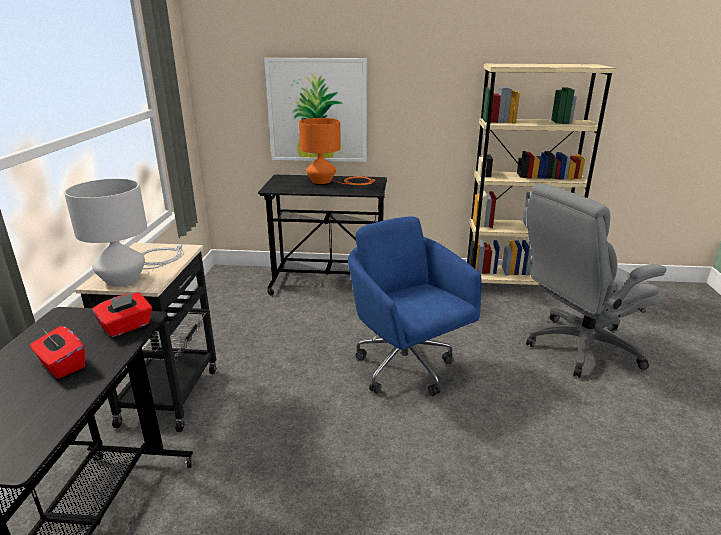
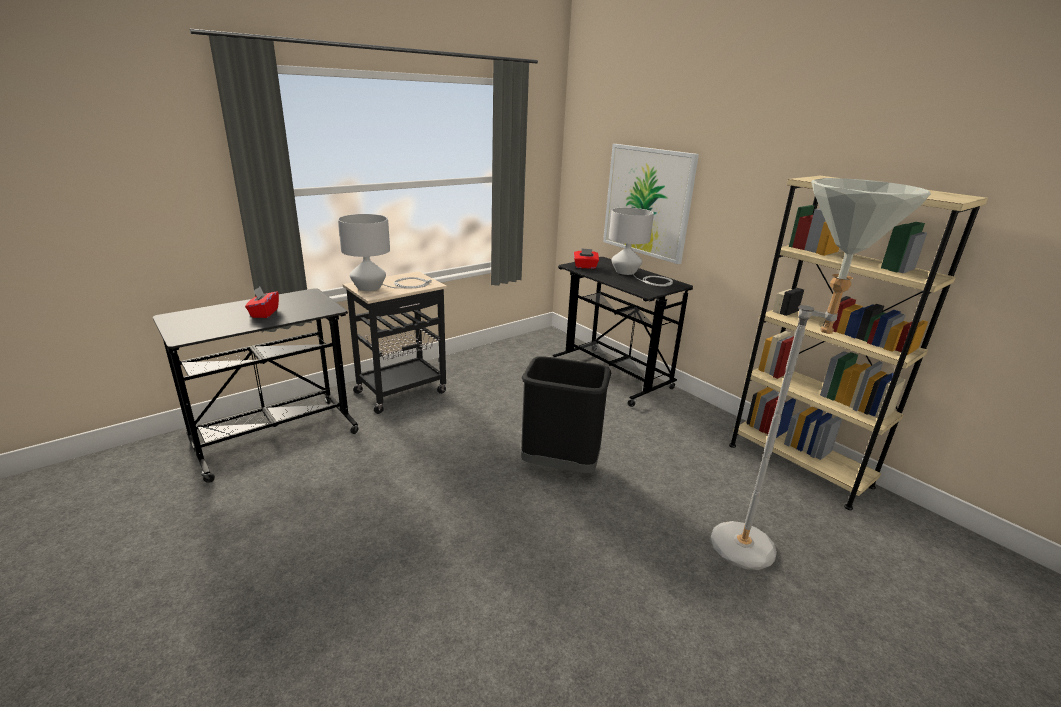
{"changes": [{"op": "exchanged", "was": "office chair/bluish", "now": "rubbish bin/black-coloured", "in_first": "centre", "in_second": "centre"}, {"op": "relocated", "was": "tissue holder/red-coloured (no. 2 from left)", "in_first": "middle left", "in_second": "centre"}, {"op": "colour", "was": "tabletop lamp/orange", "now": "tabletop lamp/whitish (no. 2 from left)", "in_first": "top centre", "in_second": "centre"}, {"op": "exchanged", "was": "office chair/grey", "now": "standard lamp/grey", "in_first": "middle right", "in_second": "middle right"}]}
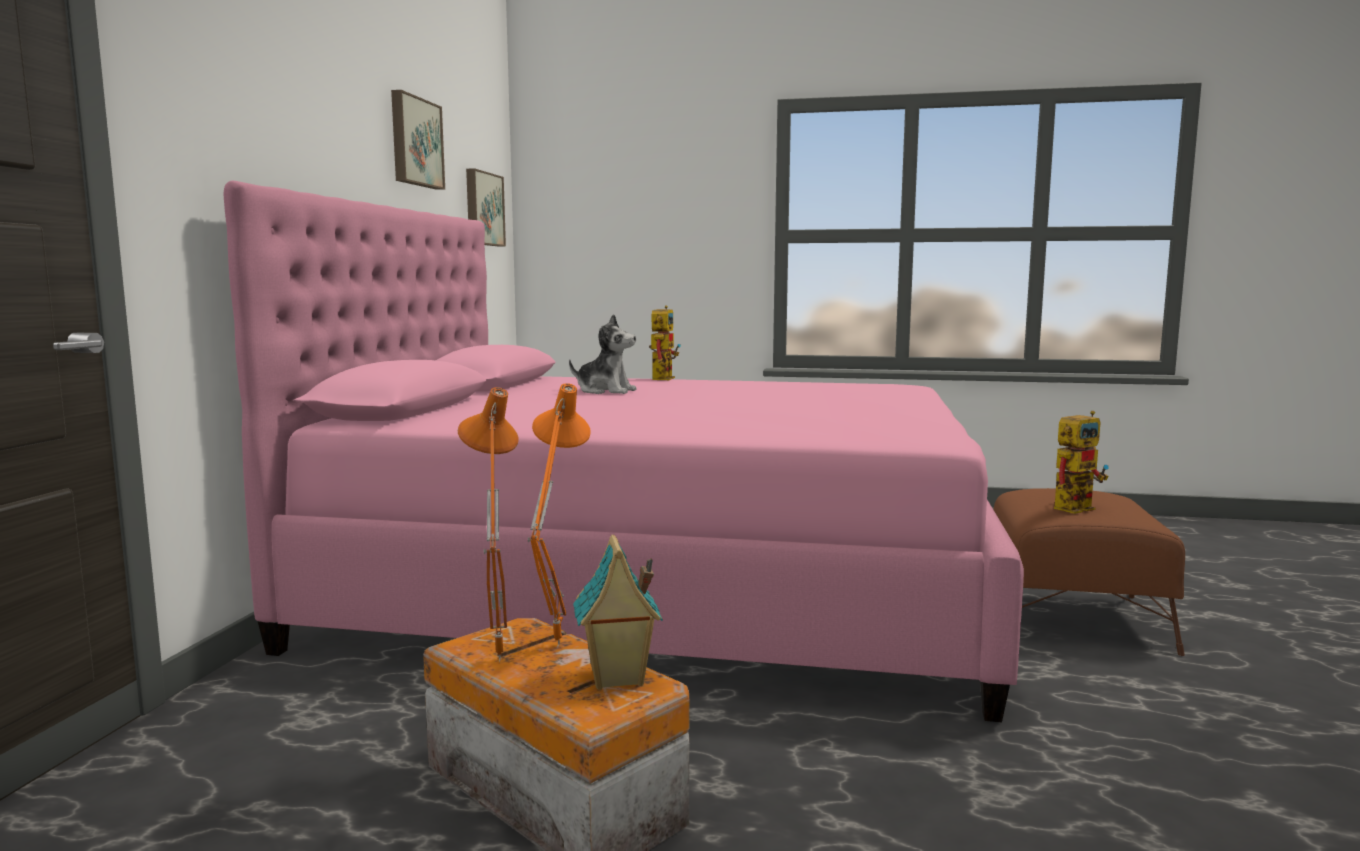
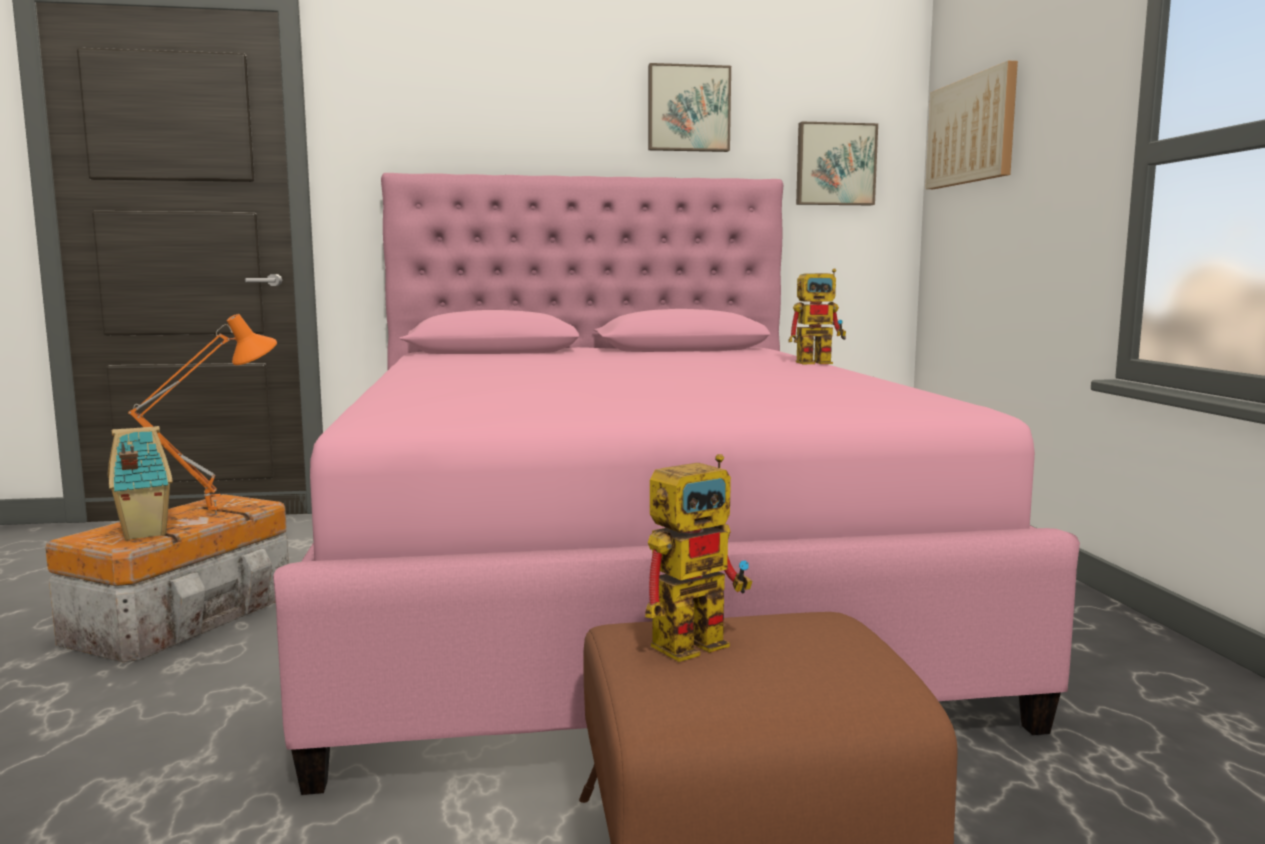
{"changes": [{"op": "spun", "was": "robot figure (no. 2 from left in the first image)", "in_first": "middle right", "in_second": "centre", "clockwise": -75}, {"op": "appeared", "now": "wall picture (no. 3 from left)", "in_second": "top right"}, {"op": "missing", "was": "tabletop lamp/orange (no. 1 from left)", "in_first": "centre"}, {"op": "missing", "was": "soft toy", "in_first": "centre"}]}
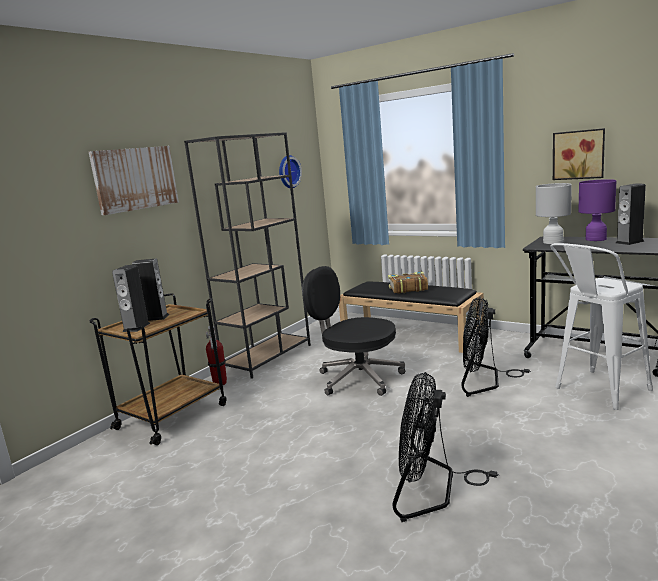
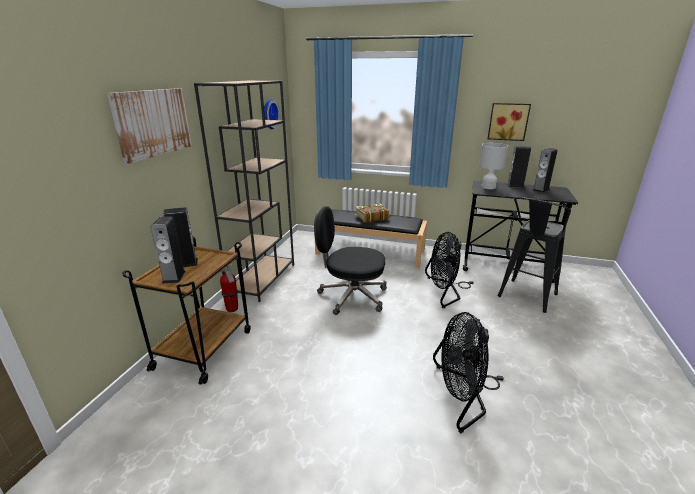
{"changes": [{"op": "colour", "was": "stool/whitish", "now": "stool/black-coloured", "in_first": "middle right", "in_second": "middle right"}, {"op": "exchanged", "was": "tabletop lamp/purple", "now": "speaker (no. 3 from left)", "in_first": "middle right", "in_second": "middle right"}]}
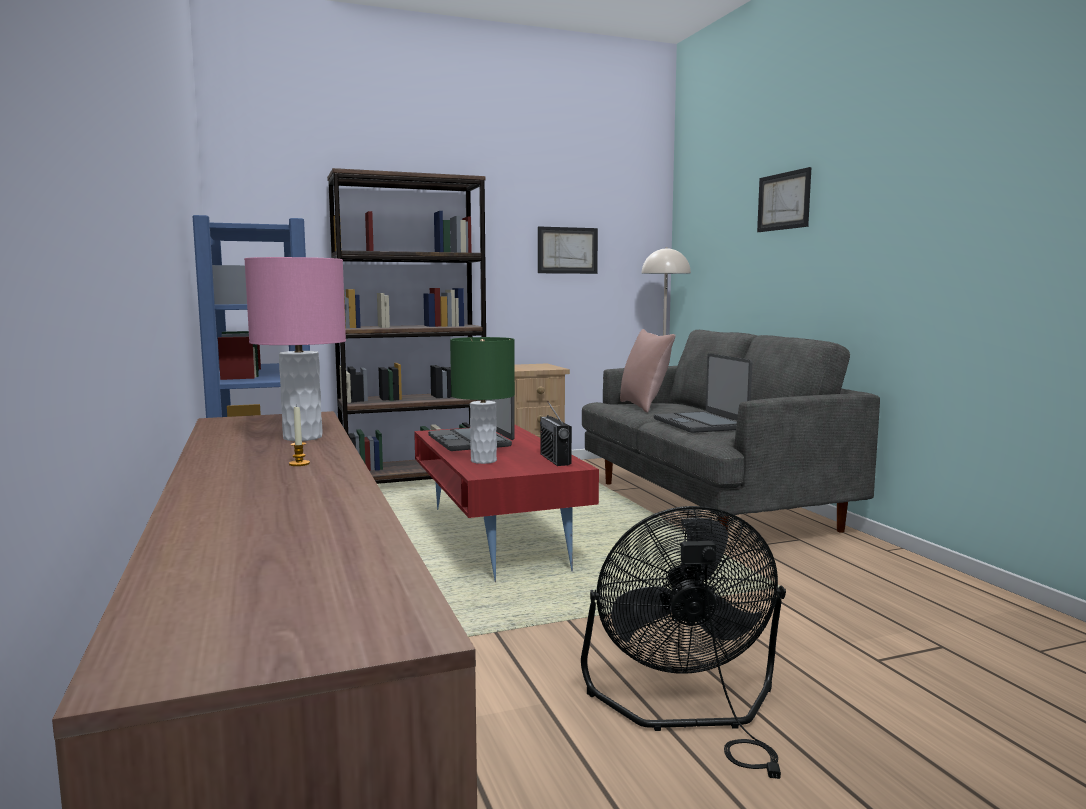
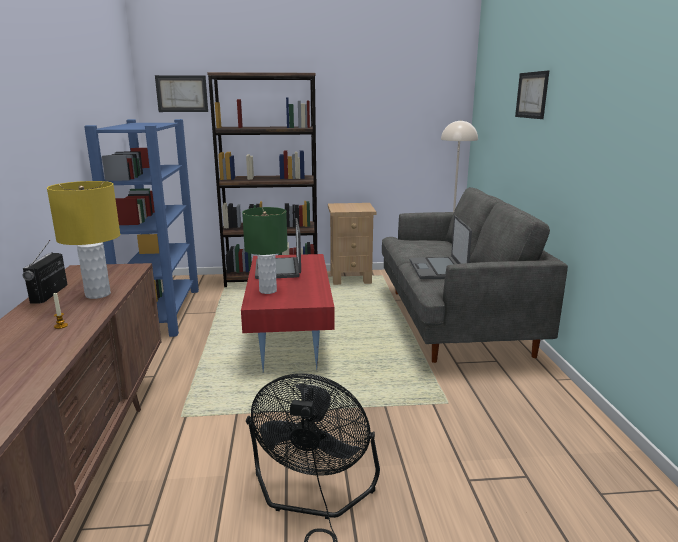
{"changes": [{"op": "relocated", "was": "radio set", "in_first": "centre", "in_second": "middle left"}, {"op": "colour", "was": "tabletop lamp/pink", "now": "tabletop lamp/yellow", "in_first": "middle left", "in_second": "middle left"}, {"op": "relocated", "was": "wall picture (no. 1 from left)", "in_first": "top centre", "in_second": "top left"}, {"op": "missing", "was": "pillow/pink", "in_first": "centre"}]}
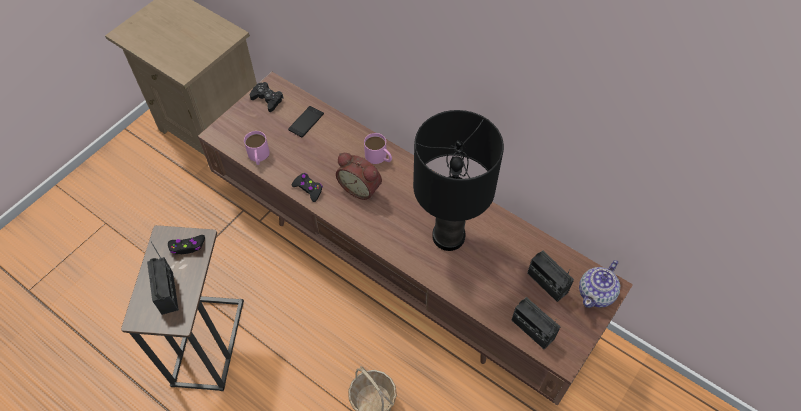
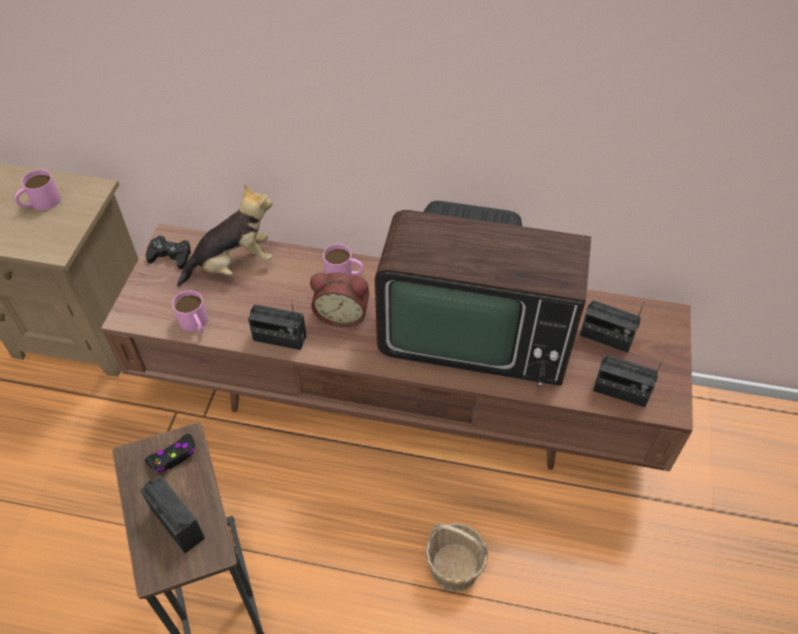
{"changes": [{"op": "appeared", "now": "mug/pink (no. 1 from left)", "in_second": "top left"}, {"op": "exchanged", "was": "telephone", "now": "soft toy", "in_first": "top centre", "in_second": "middle left"}, {"op": "exchanged", "was": "joypad/black-coloured (no. 3 from left)", "now": "radio set (no. 2 from left)", "in_first": "centre", "in_second": "centre"}, {"op": "exchanged", "was": "tabletop lamp/black-coloured", "now": "TV", "in_first": "centre", "in_second": "centre"}, {"op": "missing", "was": "teapot", "in_first": "bottom right"}]}
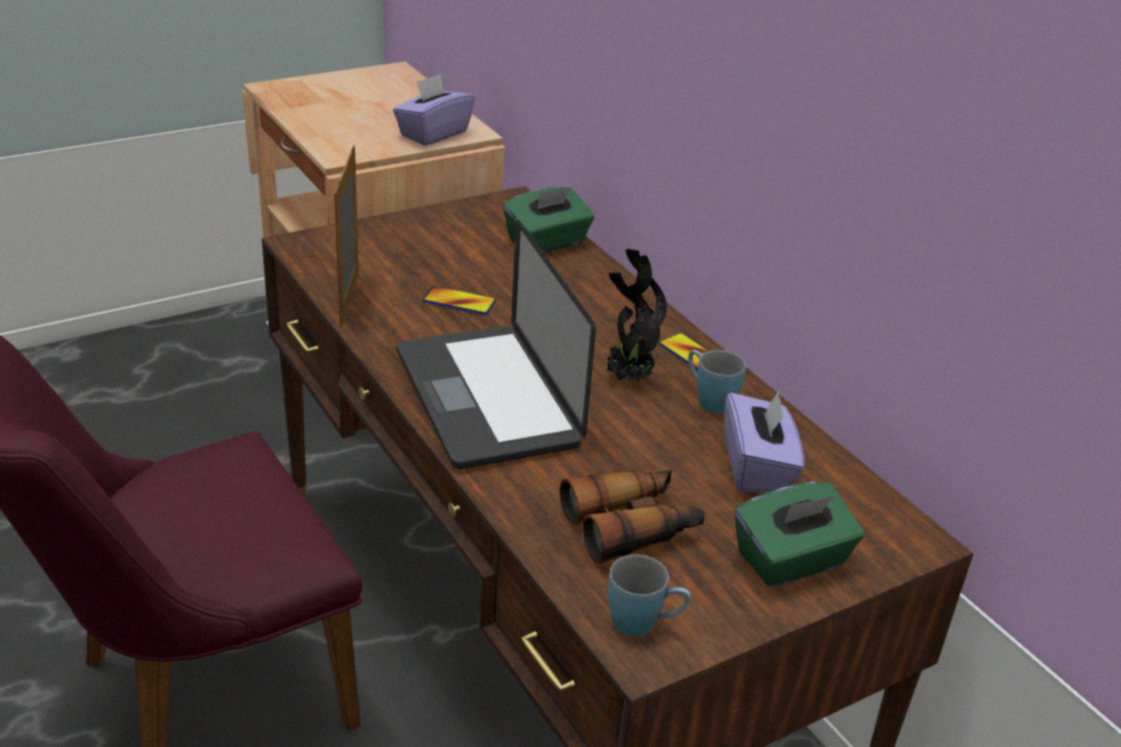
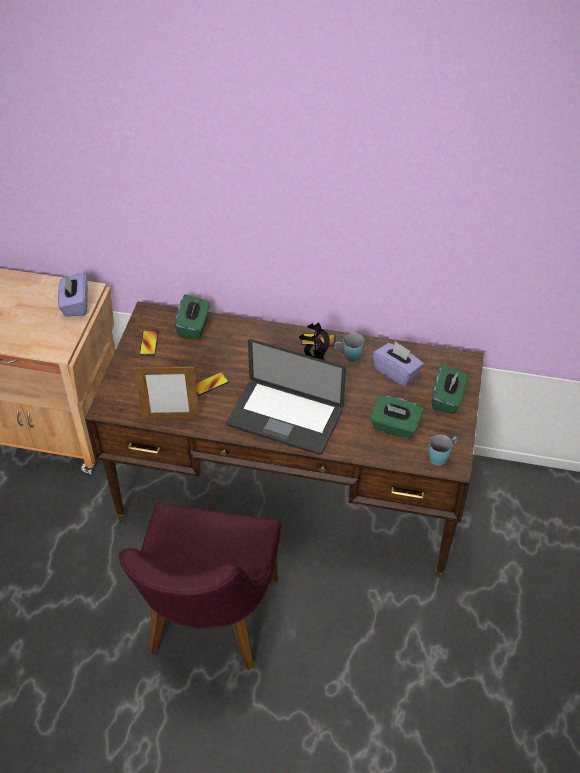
{"changes": [{"op": "spun", "was": "picture frame", "in_first": "top left", "in_second": "middle left", "clockwise": -45}, {"op": "appeared", "now": "telephone (no. 1 from left)", "in_second": "middle left"}, {"op": "exchanged", "was": "field glasses", "now": "tissue holder/green (no. 2 from left)", "in_first": "bottom centre", "in_second": "middle right"}]}
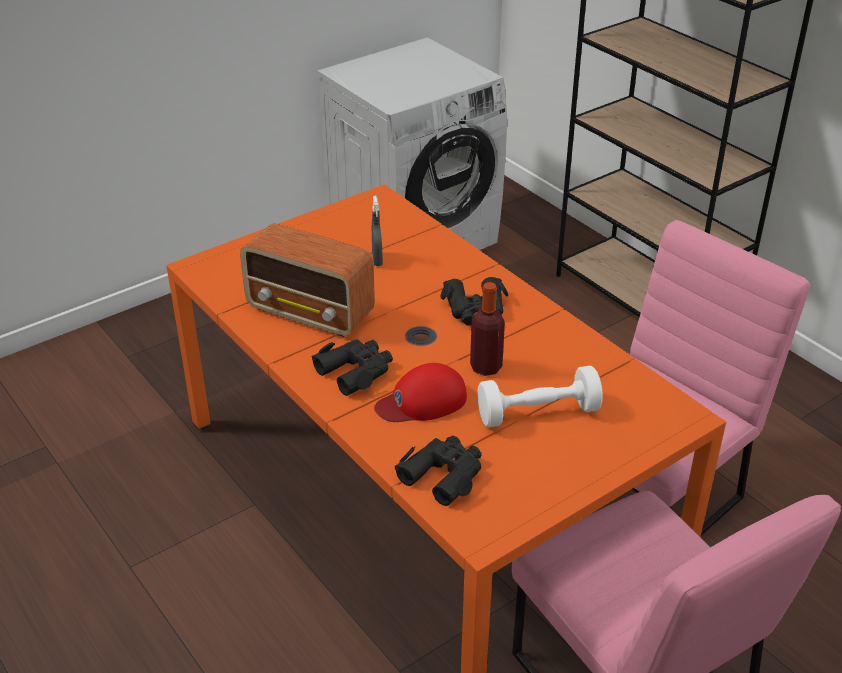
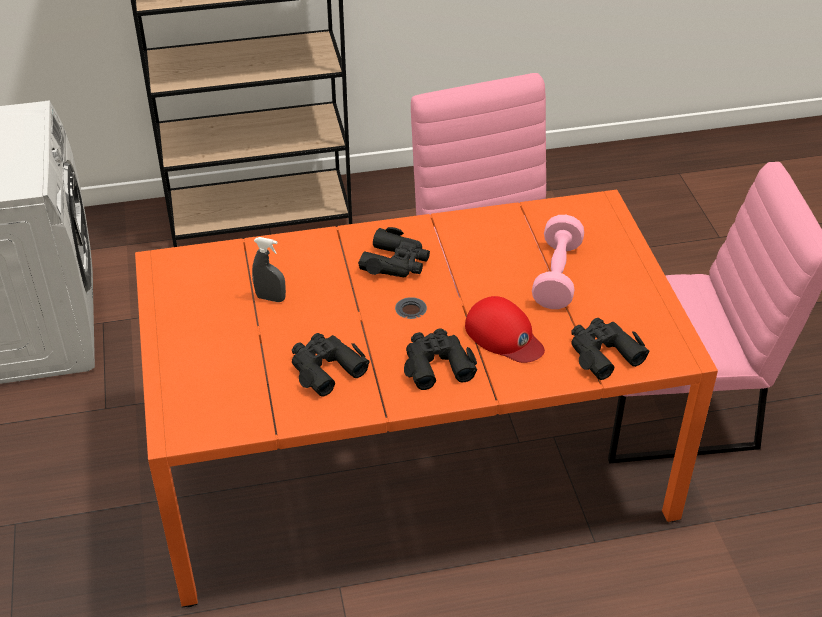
{"changes": [{"op": "exchanged", "was": "radio set", "now": "field glasses/black-coloured (no. 1 from left)", "in_first": "centre", "in_second": "centre"}, {"op": "spun", "was": "baseball cap/red-coloured", "in_first": "centre", "in_second": "centre", "clockwise": -45}, {"op": "colour", "was": "dumbbell/whitish", "now": "dumbbell/pink", "in_first": "centre", "in_second": "middle right"}, {"op": "missing", "was": "drink bottle", "in_first": "centre"}]}
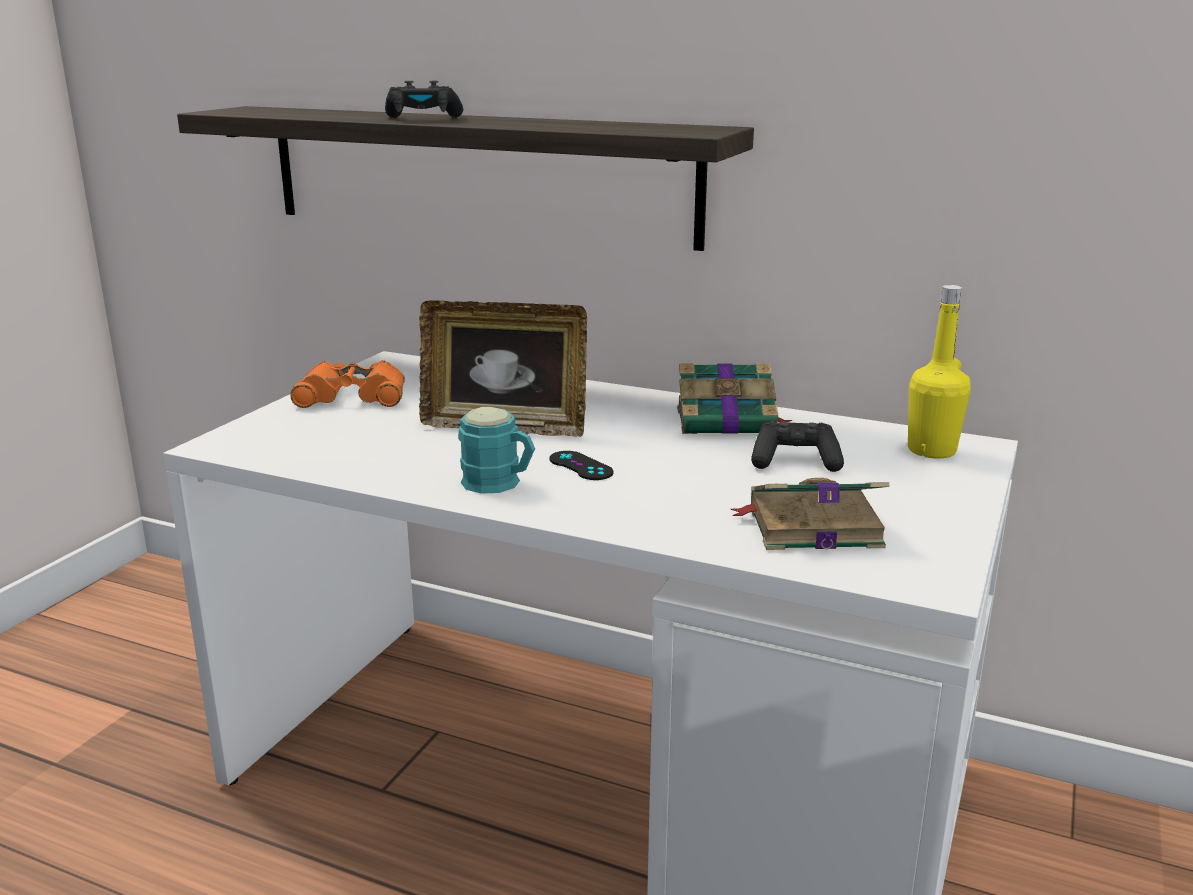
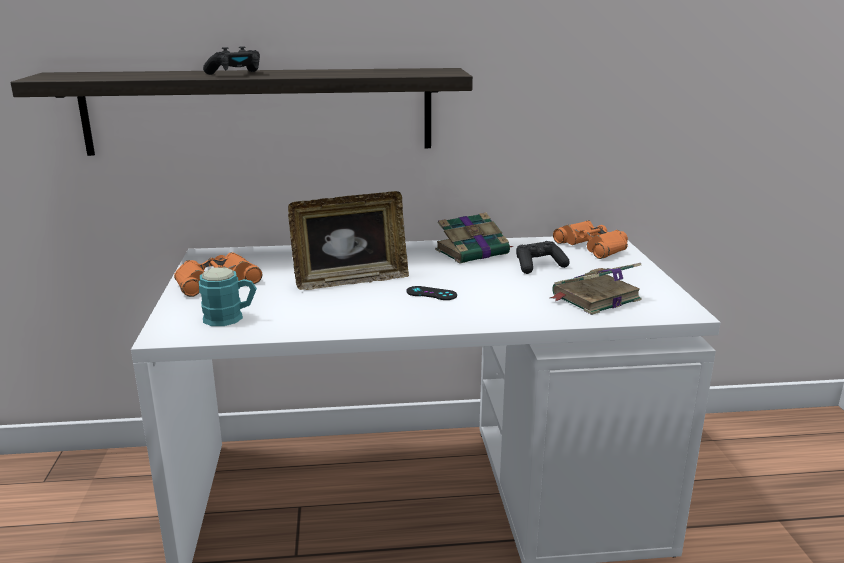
{"changes": [{"op": "relocated", "was": "mug/turquoise-coloured", "in_first": "centre", "in_second": "middle left"}, {"op": "exchanged", "was": "drink bottle/yellow", "now": "field glasses/orange (no. 2 from left)", "in_first": "middle right", "in_second": "middle right"}]}
